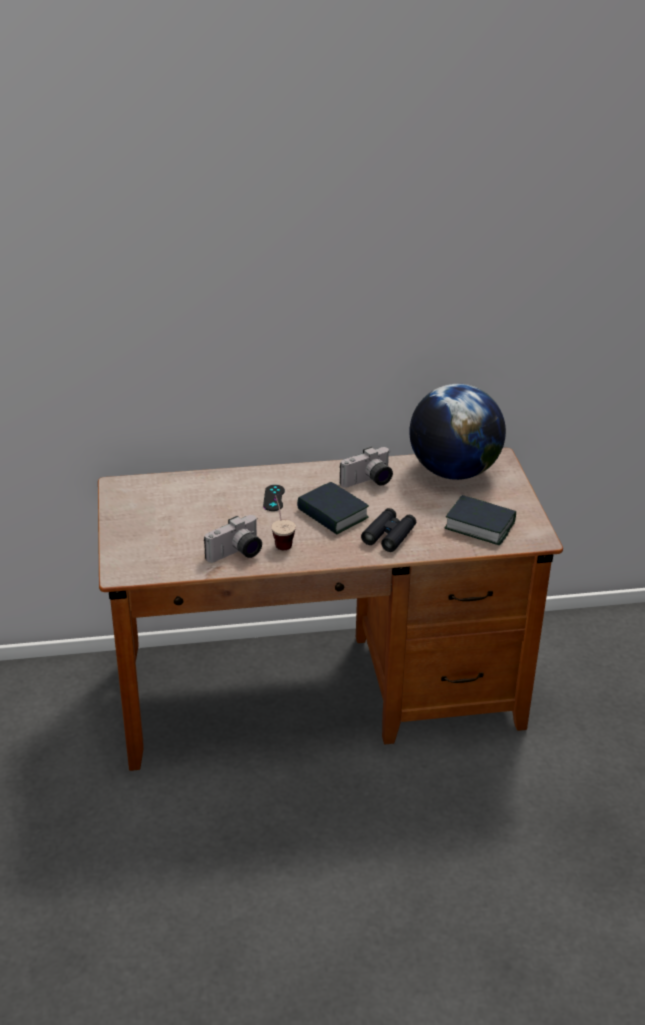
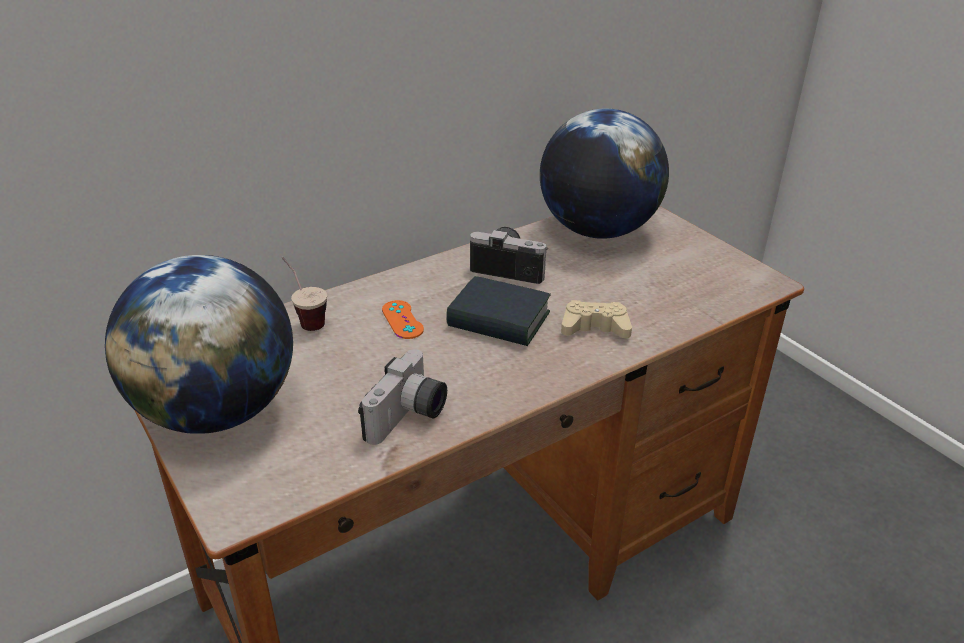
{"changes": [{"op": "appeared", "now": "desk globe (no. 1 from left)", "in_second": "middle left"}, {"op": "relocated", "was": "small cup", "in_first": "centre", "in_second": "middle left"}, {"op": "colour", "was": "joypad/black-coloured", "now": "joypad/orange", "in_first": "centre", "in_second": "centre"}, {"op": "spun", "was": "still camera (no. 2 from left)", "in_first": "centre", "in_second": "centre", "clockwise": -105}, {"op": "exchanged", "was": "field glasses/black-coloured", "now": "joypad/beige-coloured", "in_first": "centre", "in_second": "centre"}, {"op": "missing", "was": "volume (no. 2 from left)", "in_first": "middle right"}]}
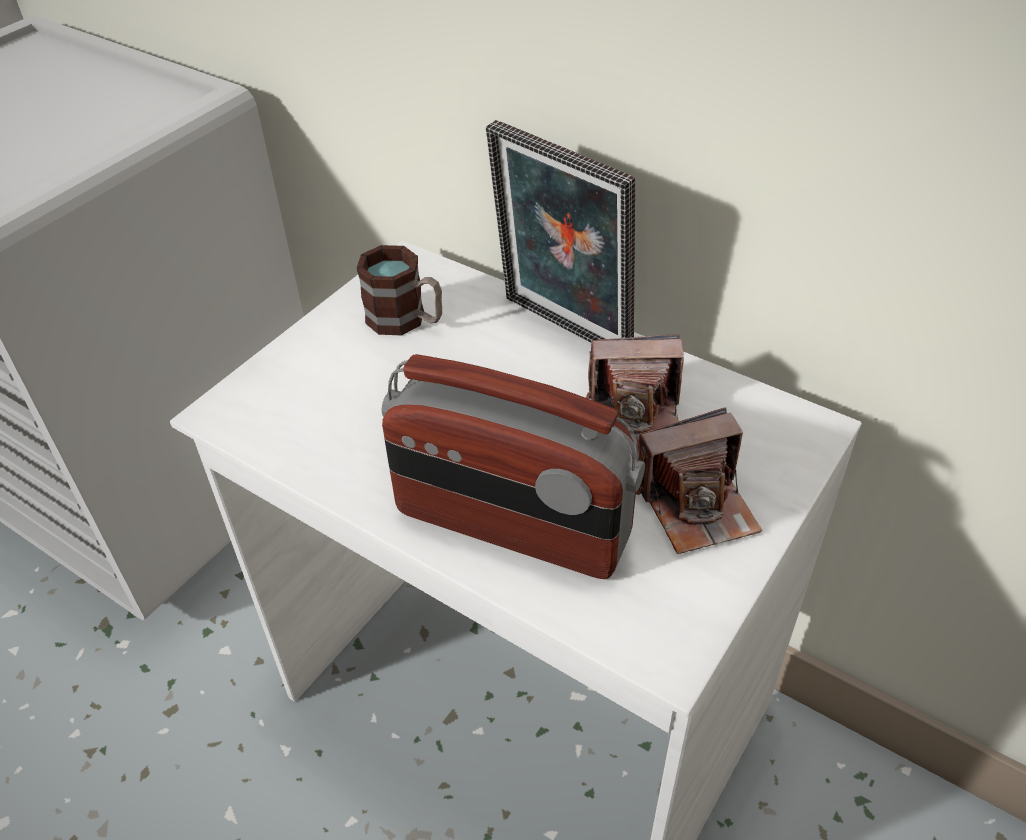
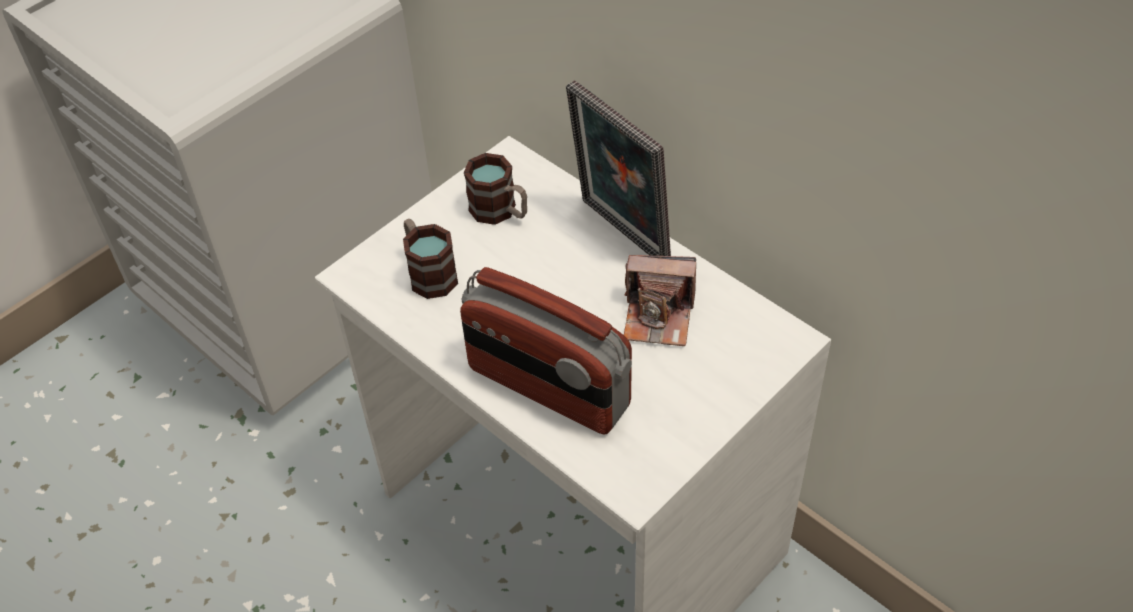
{"changes": [{"op": "appeared", "now": "mug (no. 1 from left)", "in_second": "centre"}, {"op": "missing", "was": "still camera (no. 2 from left)", "in_first": "middle right"}]}
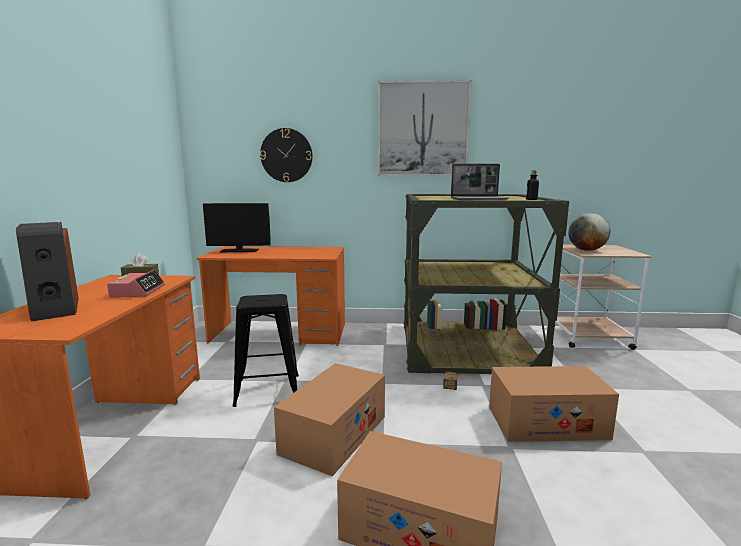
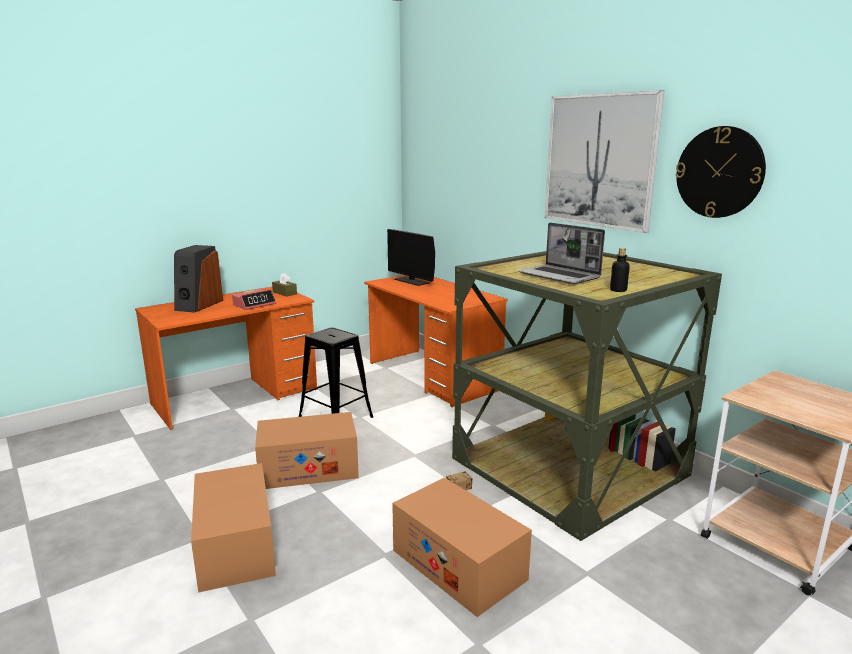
{"changes": [{"op": "relocated", "was": "clock on the wall", "in_first": "top centre", "in_second": "top right"}, {"op": "missing", "was": "desk globe", "in_first": "middle right"}]}
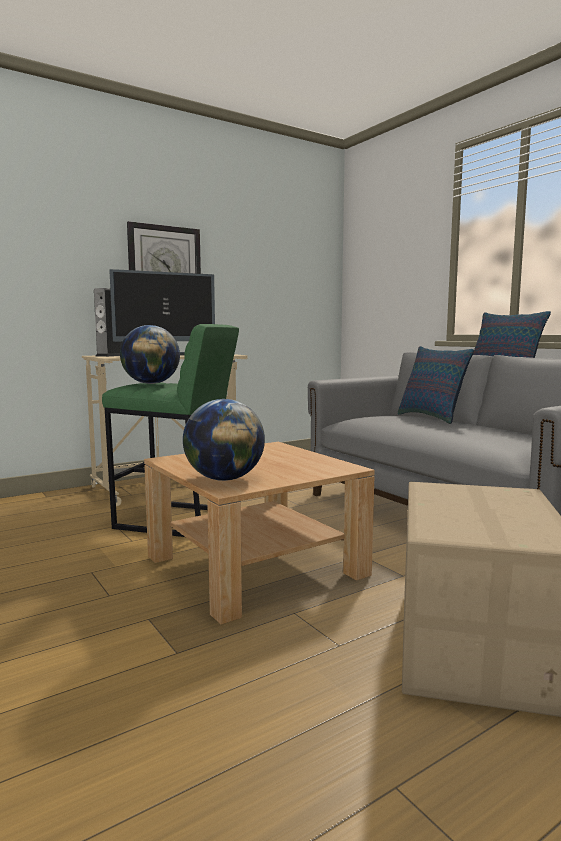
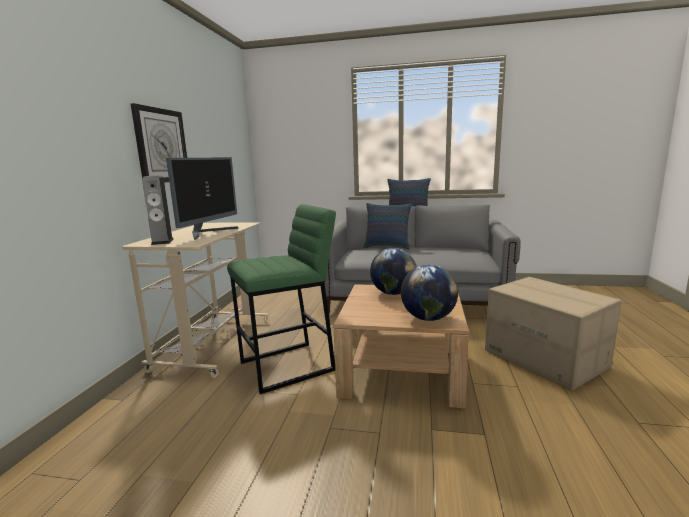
{"changes": [{"op": "relocated", "was": "desk globe (no. 1 from left)", "in_first": "middle left", "in_second": "centre"}]}
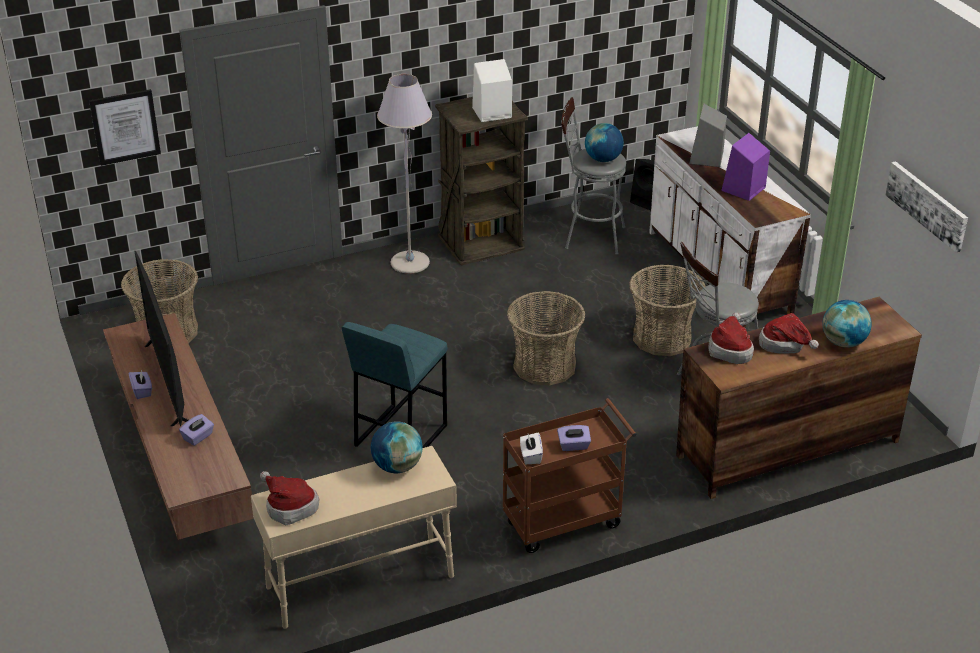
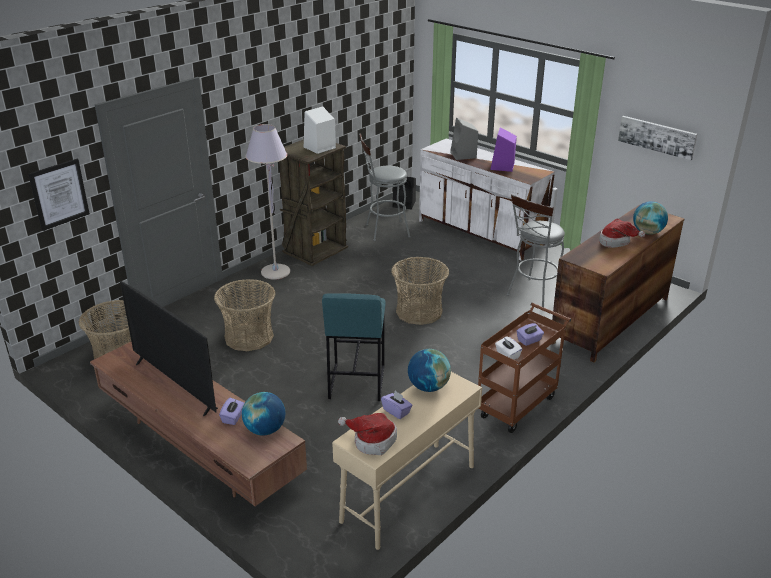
{"changes": [{"op": "relocated", "was": "household basket (no. 3 from left in the first image)", "now": "household basket (no. 2 from left)", "in_first": "middle right", "in_second": "middle left"}, {"op": "relocated", "was": "desk globe (no. 2 from left in the first image)", "now": "desk globe (no. 1 from left)", "in_first": "top centre", "in_second": "bottom centre"}, {"op": "relocated", "was": "tissue holder/purple (no. 1 from left in the first image)", "now": "tissue holder/purple (no. 2 from left)", "in_first": "middle left", "in_second": "bottom centre"}, {"op": "missing", "was": "hat (no. 2 from left)", "in_first": "middle right"}]}
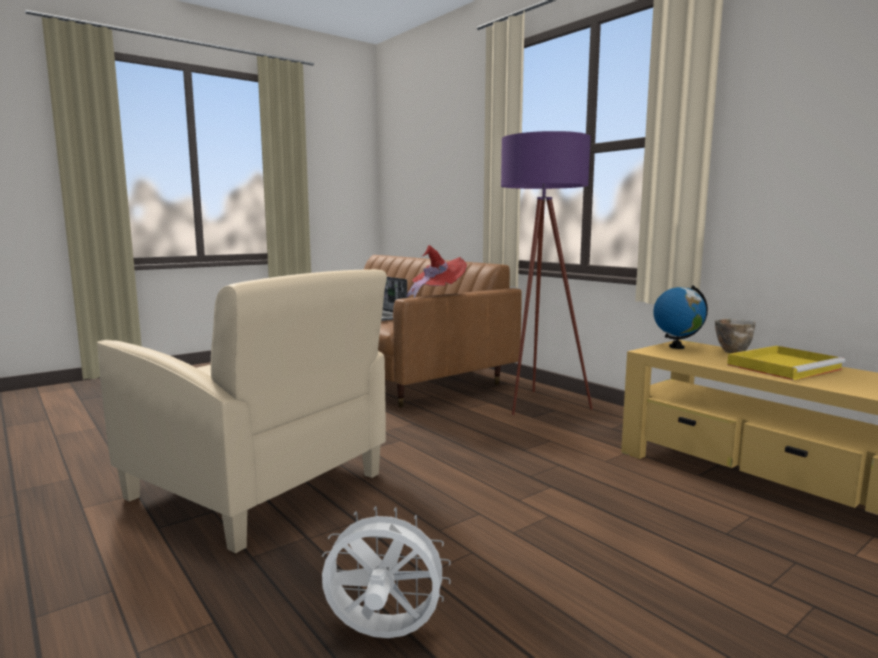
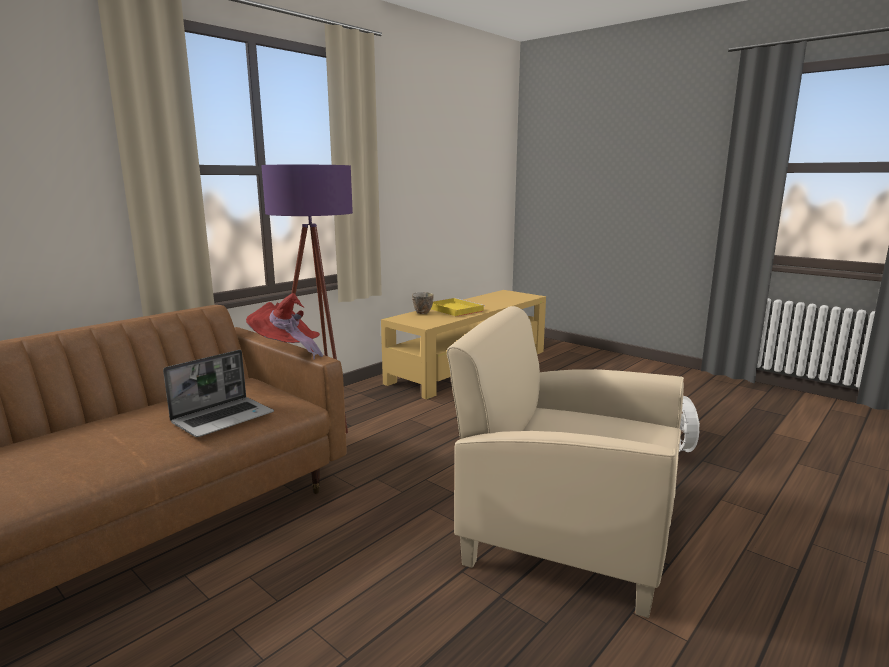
{"changes": [{"op": "spun", "was": "easy chair/beige-coloured", "in_first": "middle left", "in_second": "bottom centre", "clockwise": -90}, {"op": "missing", "was": "desk globe", "in_first": "middle right"}]}
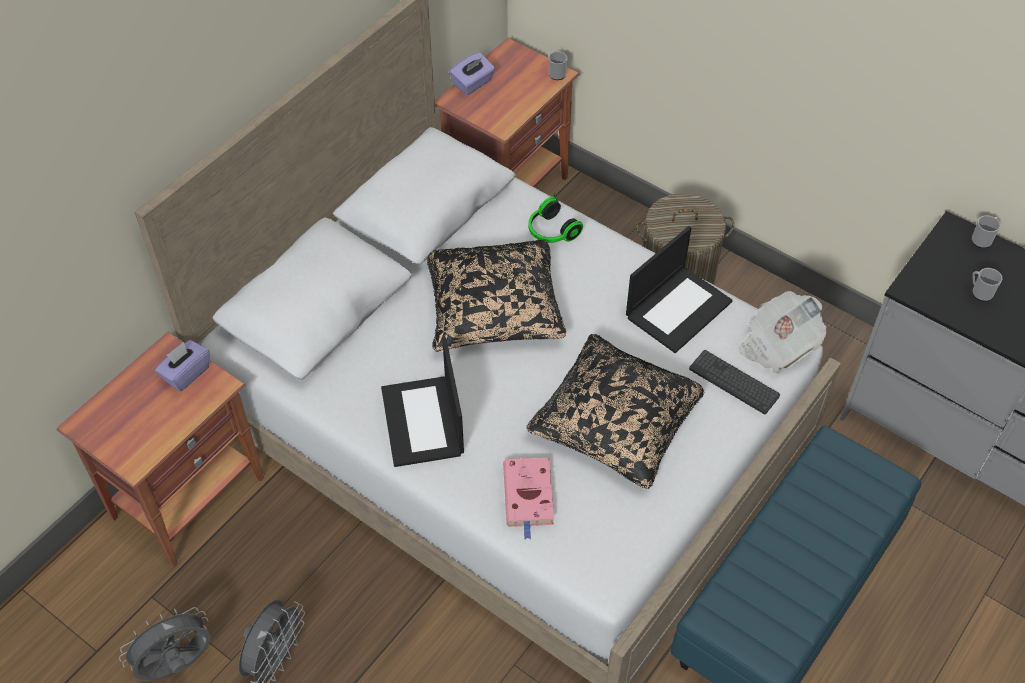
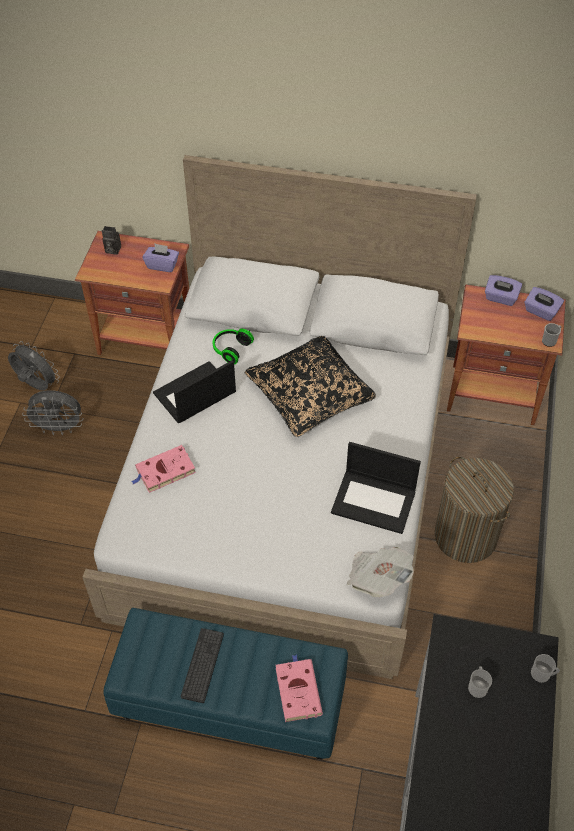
{"changes": [{"op": "appeared", "now": "still camera", "in_second": "top left"}, {"op": "relocated", "was": "computer keyboard", "in_first": "middle right", "in_second": "bottom centre"}, {"op": "relocated", "was": "headphones", "in_first": "top centre", "in_second": "centre"}, {"op": "appeared", "now": "volume/pink (no. 2 from left)", "in_second": "bottom centre"}, {"op": "appeared", "now": "tissue holder/purple (no. 3 from left)", "in_second": "middle right"}, {"op": "missing", "was": "pillow/black-coloured (no. 2 from left)", "in_first": "centre"}]}
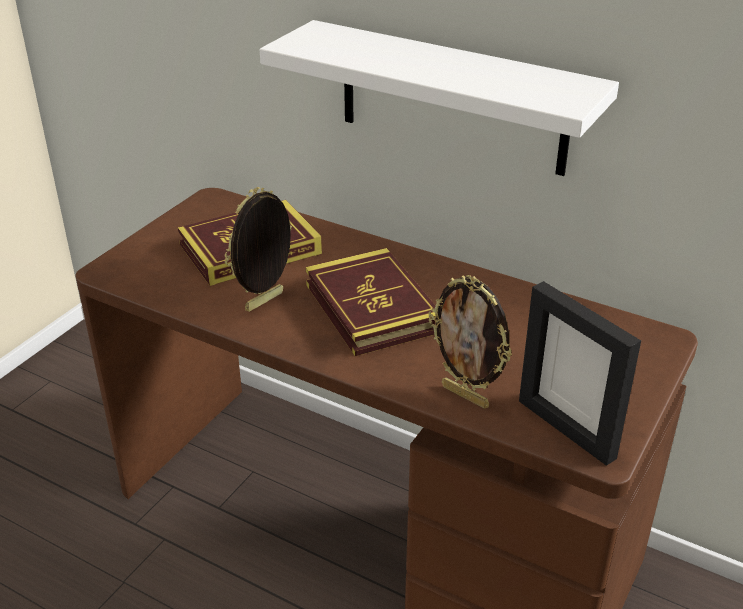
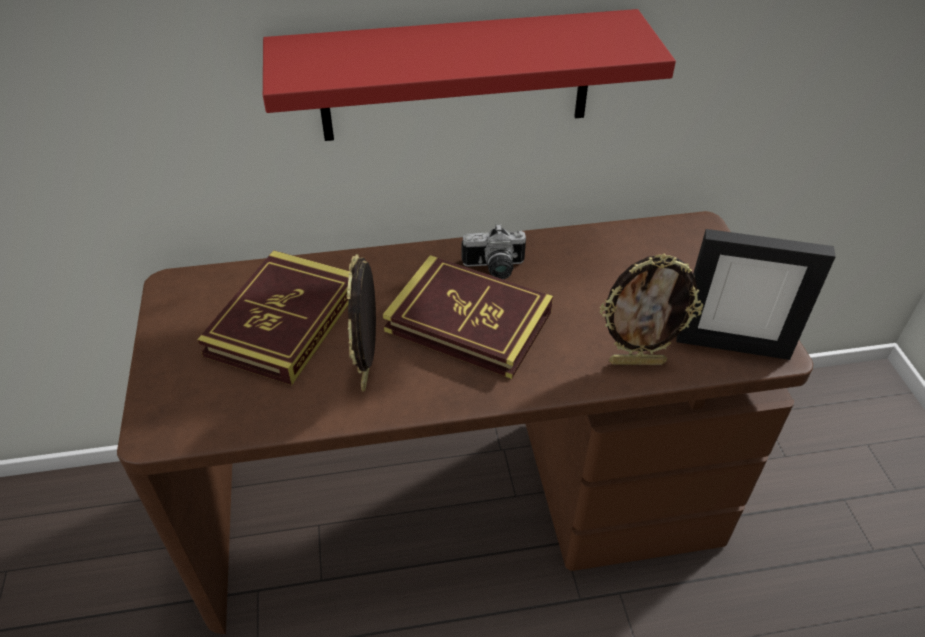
{"changes": [{"op": "colour", "was": "wall shelf/whitish", "now": "wall shelf/red-coloured", "in_first": "top centre", "in_second": "top centre"}, {"op": "appeared", "now": "still camera", "in_second": "centre"}]}
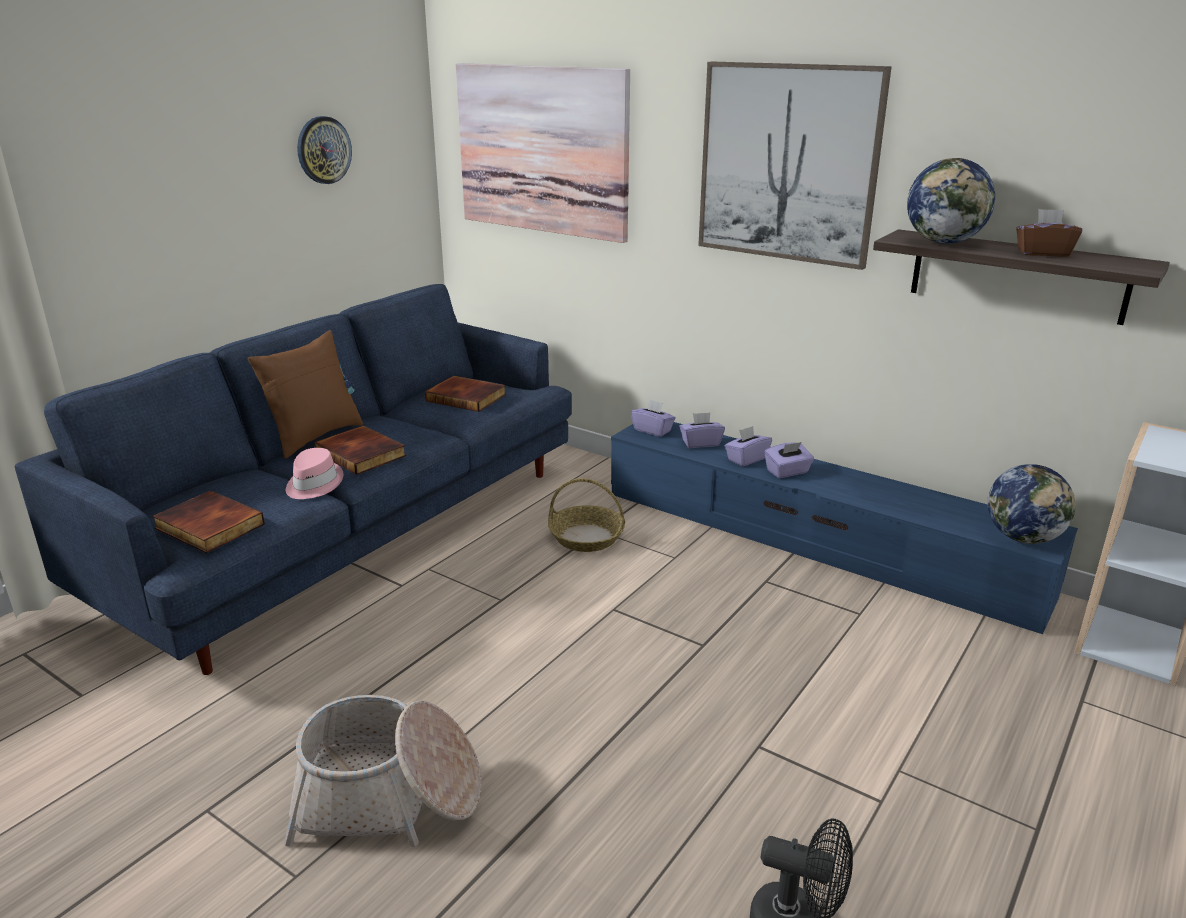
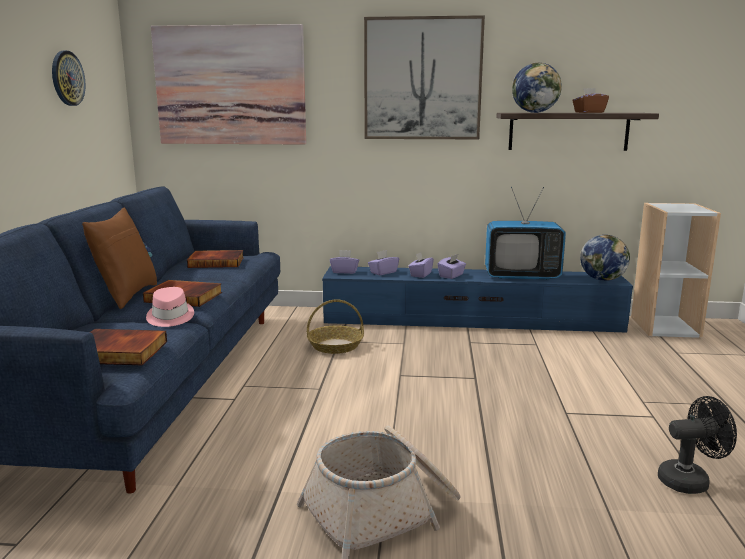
{"changes": [{"op": "appeared", "now": "TV", "in_second": "middle right"}]}
